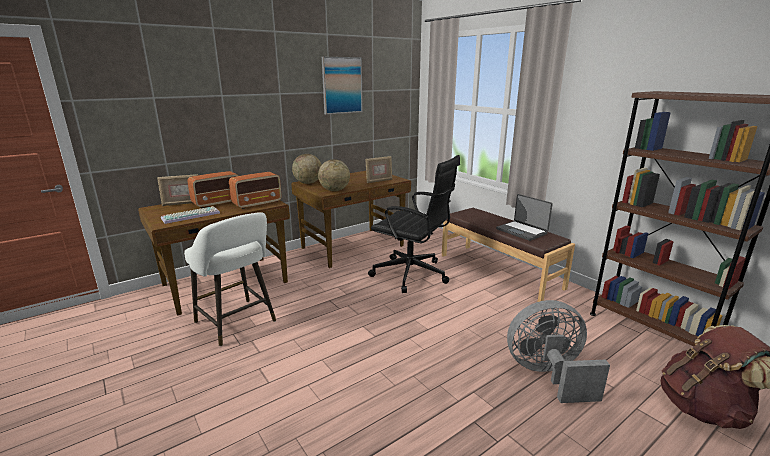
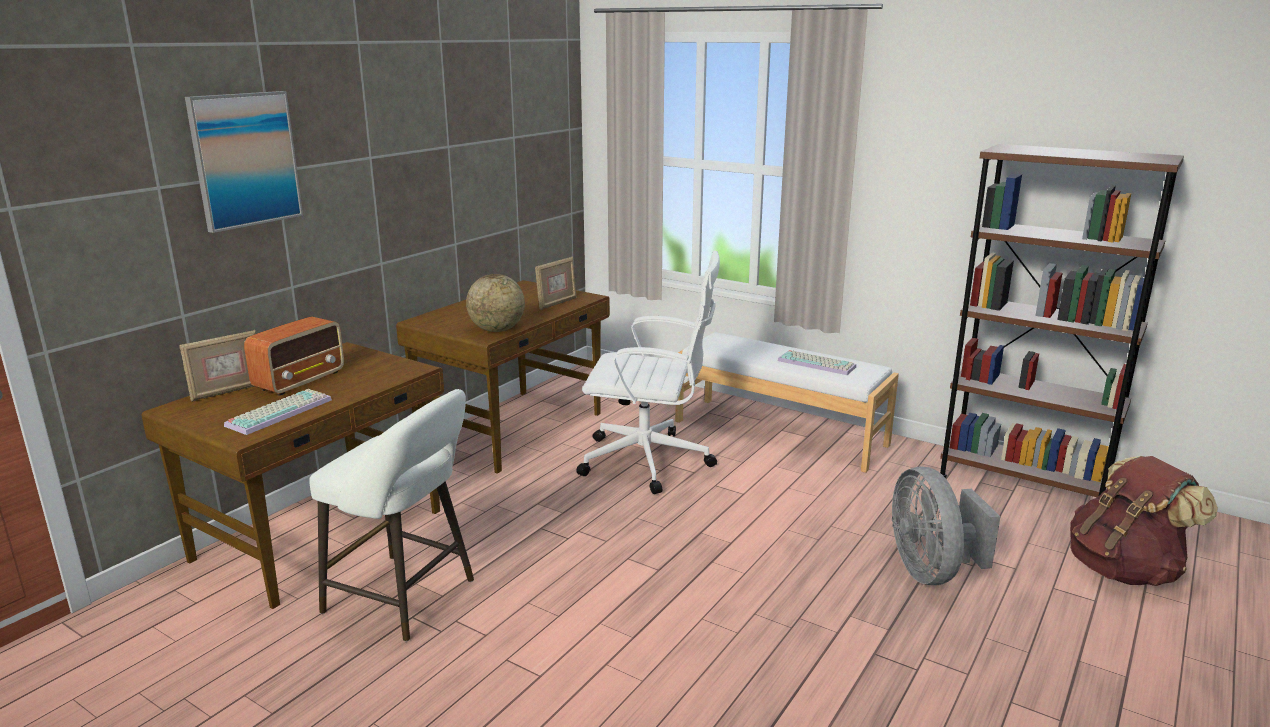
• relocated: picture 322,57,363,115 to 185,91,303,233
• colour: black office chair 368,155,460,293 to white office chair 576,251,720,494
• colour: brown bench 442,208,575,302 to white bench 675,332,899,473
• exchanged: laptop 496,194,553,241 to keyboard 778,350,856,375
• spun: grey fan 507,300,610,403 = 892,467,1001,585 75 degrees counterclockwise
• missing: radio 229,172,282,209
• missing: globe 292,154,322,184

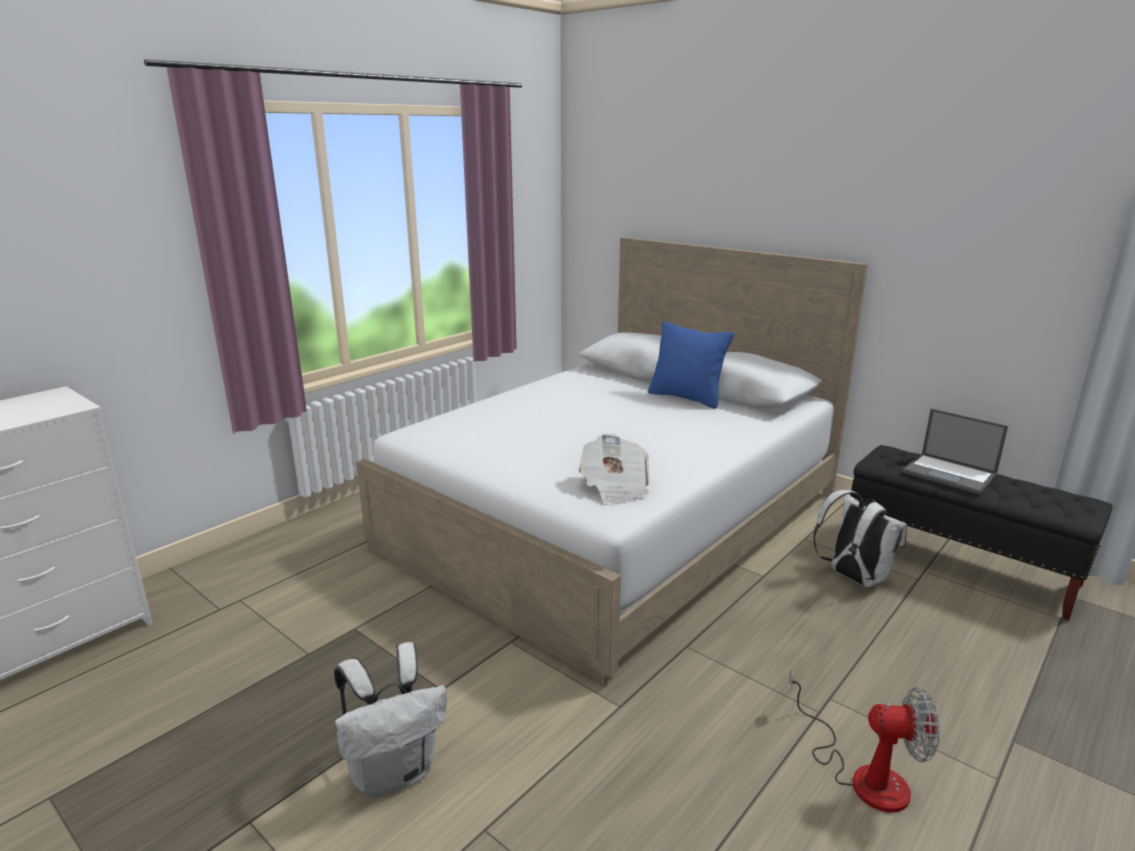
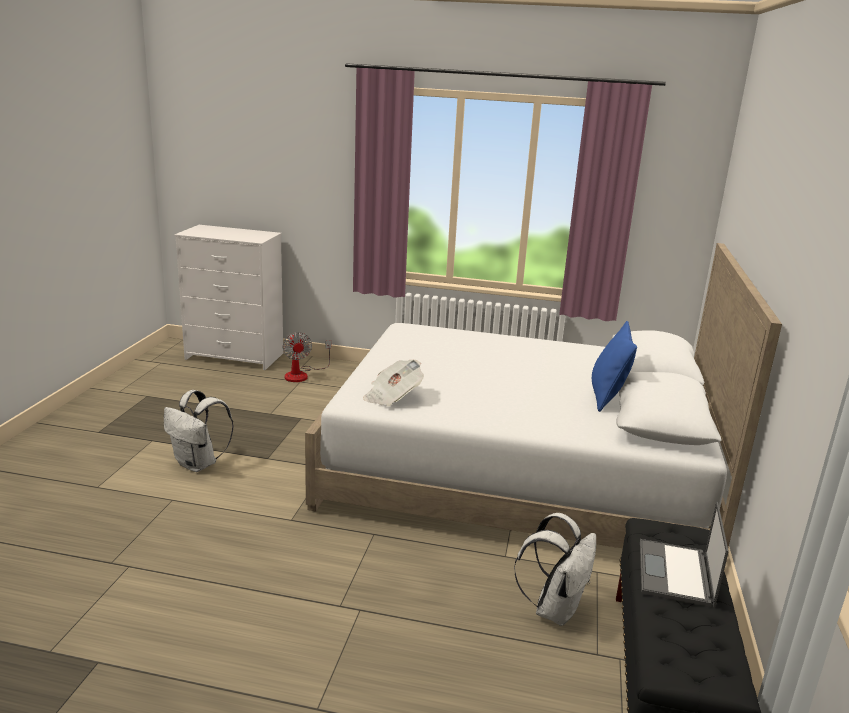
• relocated: fan 789,668,940,812 to 283,332,331,382

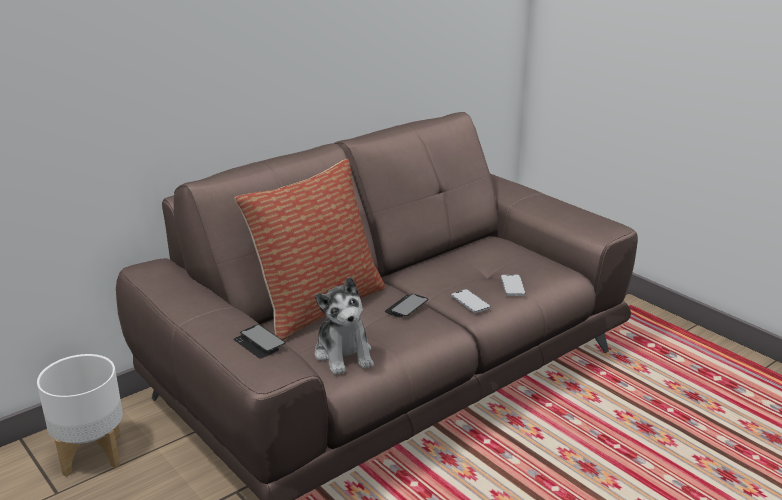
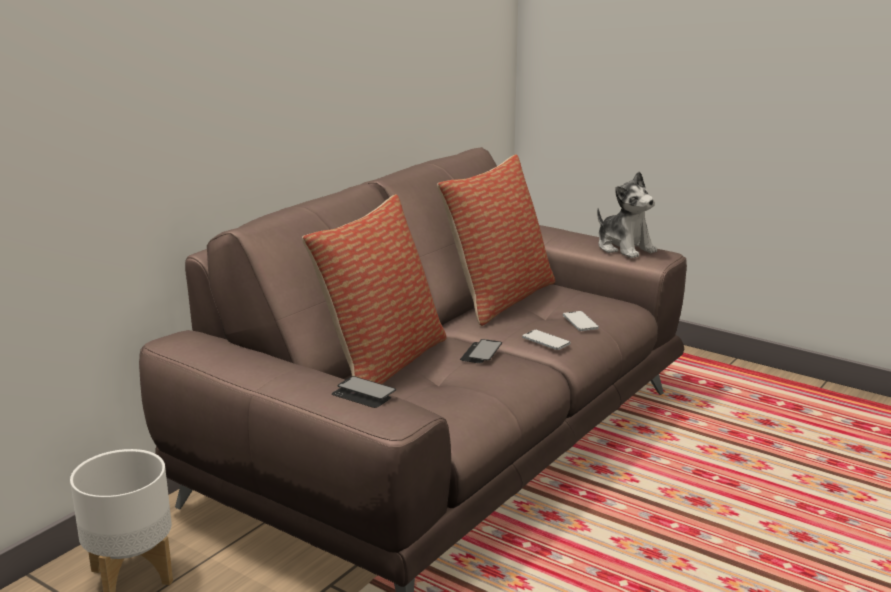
• appeared: pillow 437,154,555,326
• relocated: plush toy 315,277,374,375 to 597,171,657,258

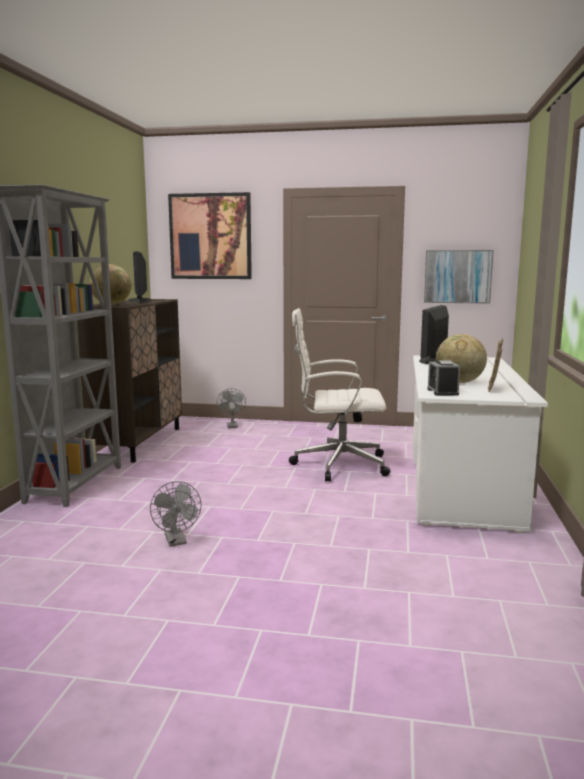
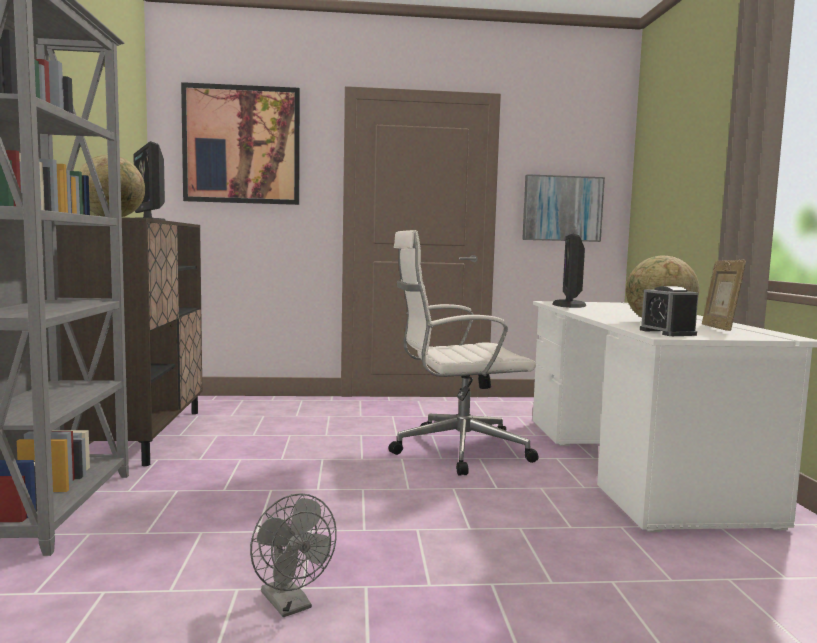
• missing: grey fan 216,388,246,428

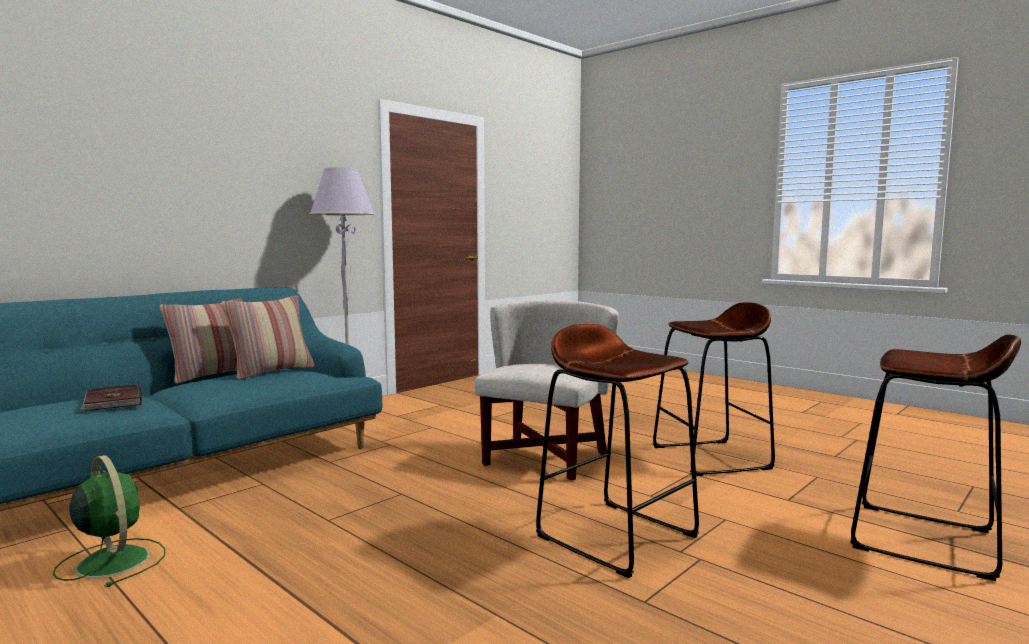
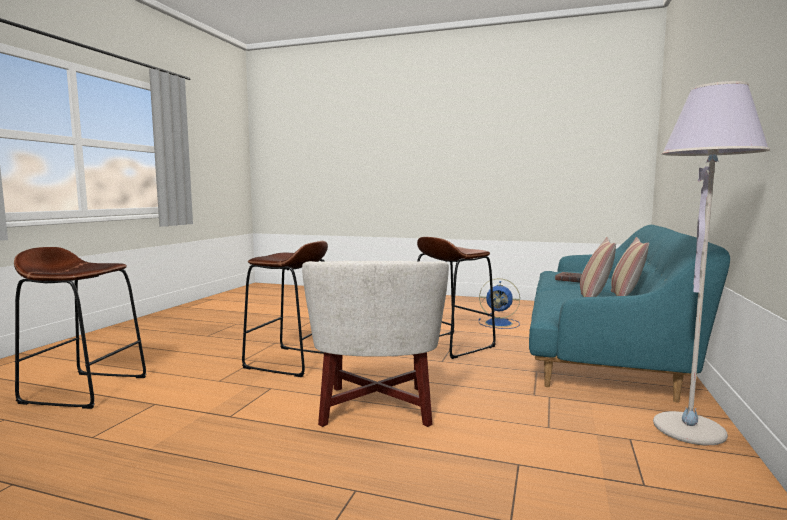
• relocated: brown stool 653,302,775,476 to 417,237,496,359
• colour: green fan 53,455,165,587 to blue fan 479,278,520,329

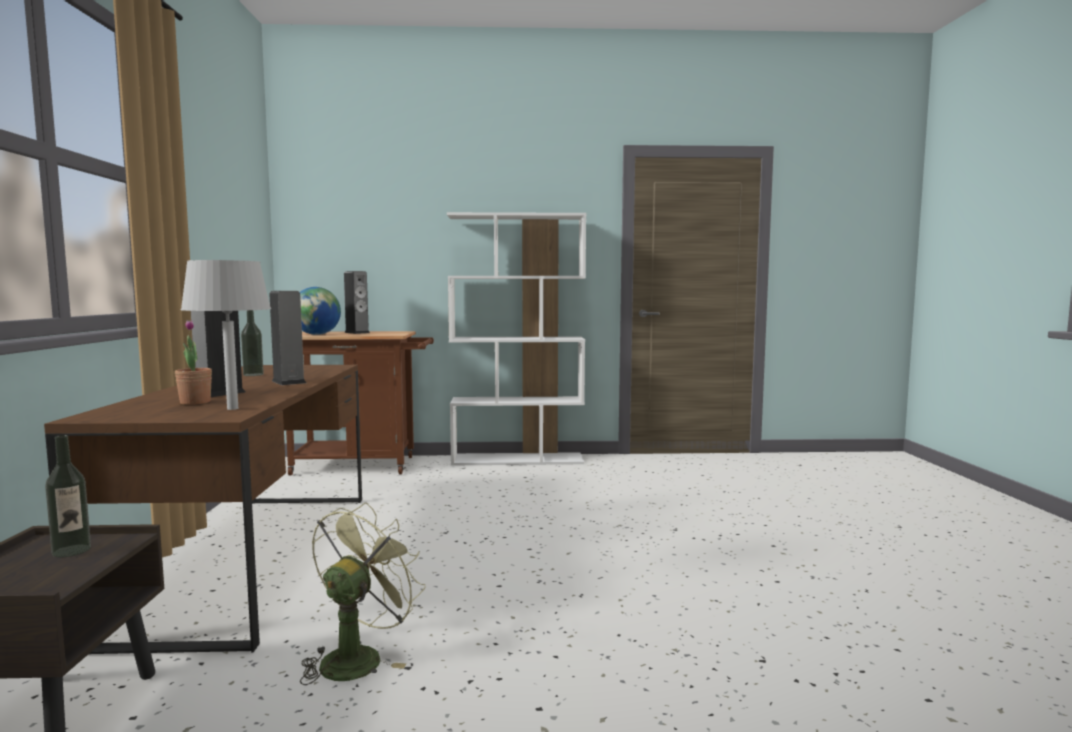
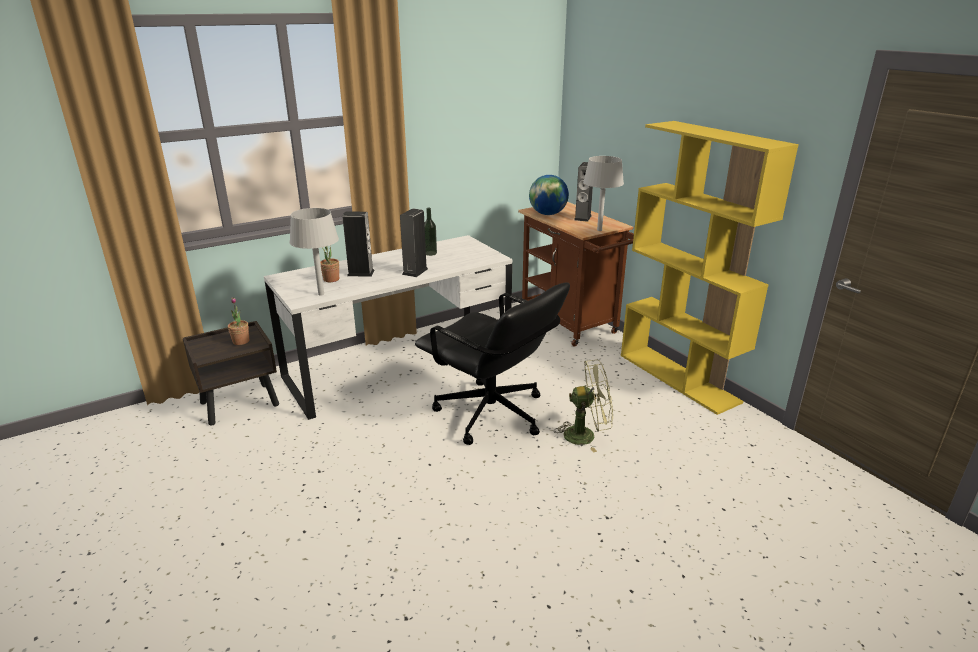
• exchanged: bottle 45,435,91,557 to potted plant 228,298,249,345
• colour: brown desk 44,365,362,654 to white desk 264,235,512,420
• appeared: black office chair 415,283,570,445
• relocated: green fan 300,502,426,685 to 554,360,613,452
• appeared: grey table lamp 583,156,624,231
• colour: white bookcase 447,212,586,466 to yellow bookcase 621,121,799,415

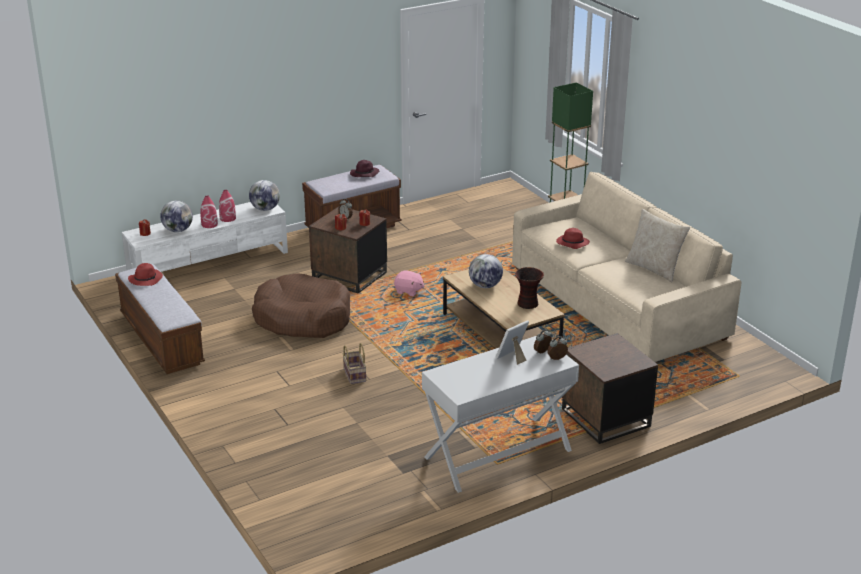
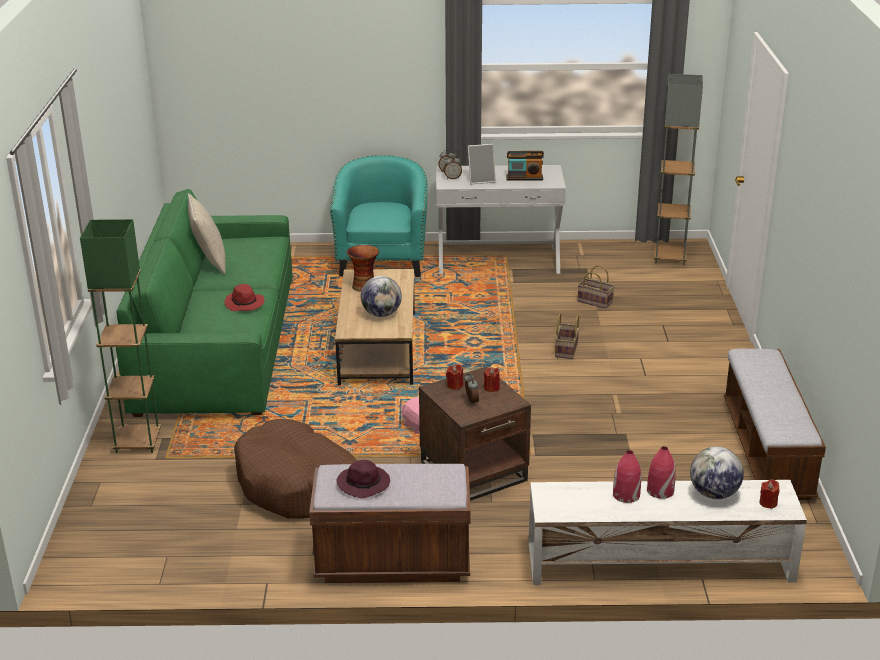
• colour: beige sofa 512,172,741,362 to green sofa 116,189,293,417
• relocated: brown dog bed 252,273,350,338 to 234,419,357,519
• exchanged: brown side table 562,333,658,444 to turquoise armchair 330,155,427,277
• appeared: radio 506,151,544,181
• appeared: basket 577,265,615,309
• appeared: grey floor lamp 654,74,703,265
• missing: red hat 128,263,163,286
• missing: globe 249,180,280,211

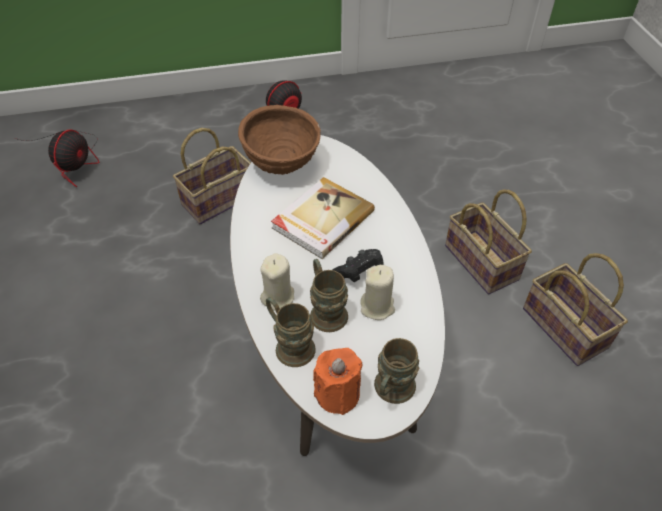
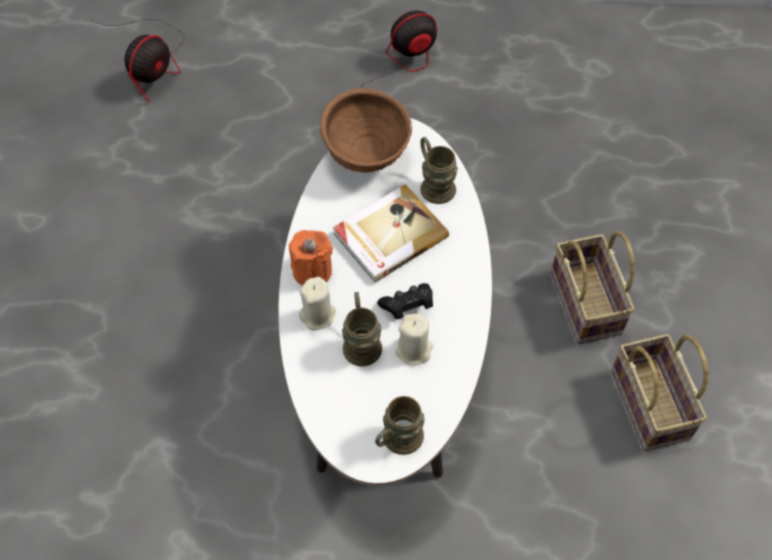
• relocated: orange candle 313,348,362,415 to 289,230,333,285
• relocated: brown mug 266,297,316,367 to 420,137,458,204
• missing: basket 173,128,251,224

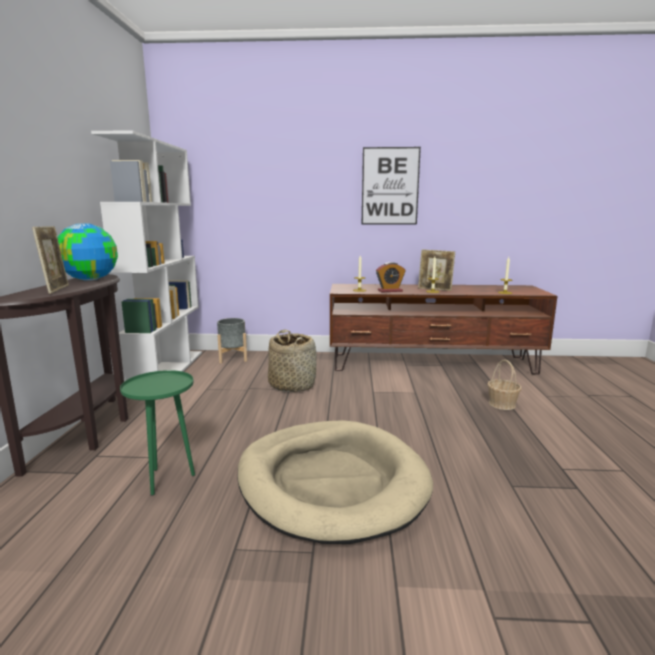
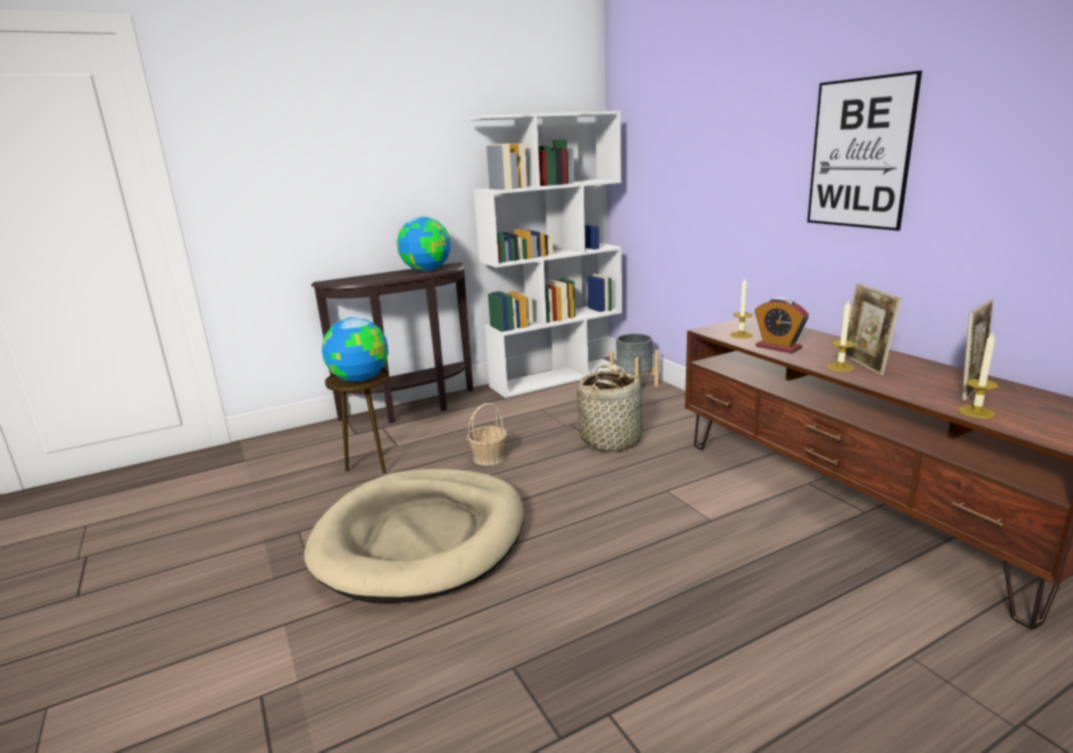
• appeared: globe 321,317,389,382
• colour: green side table 120,370,195,496 to brown side table 325,368,389,473
• relocated: basket 487,359,522,410 to 467,403,508,466
• relocated: picture frame 32,226,69,294 to 962,299,994,401

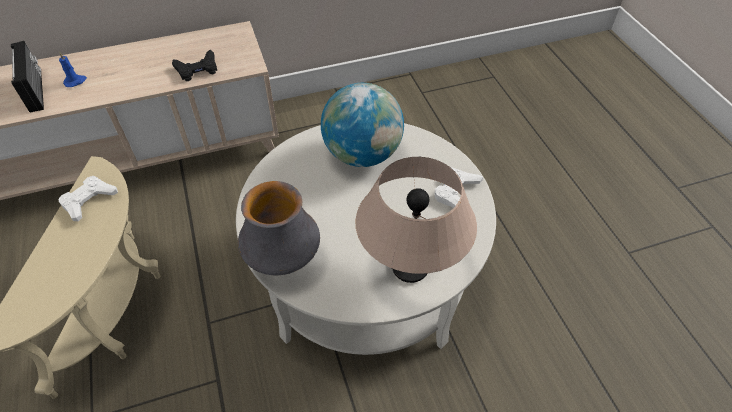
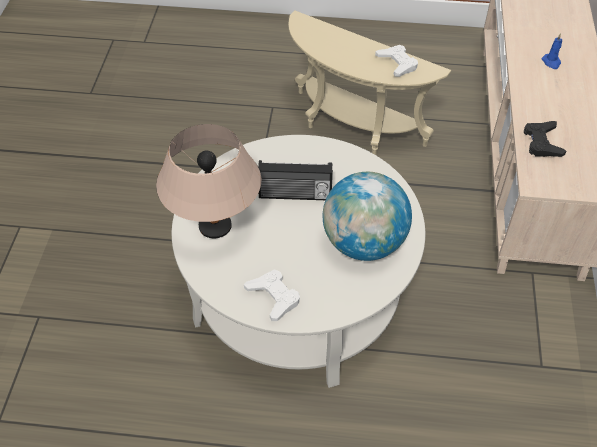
• relocated: radio 11,41,44,113 to 258,160,333,200
• missing: vase 238,181,320,275

